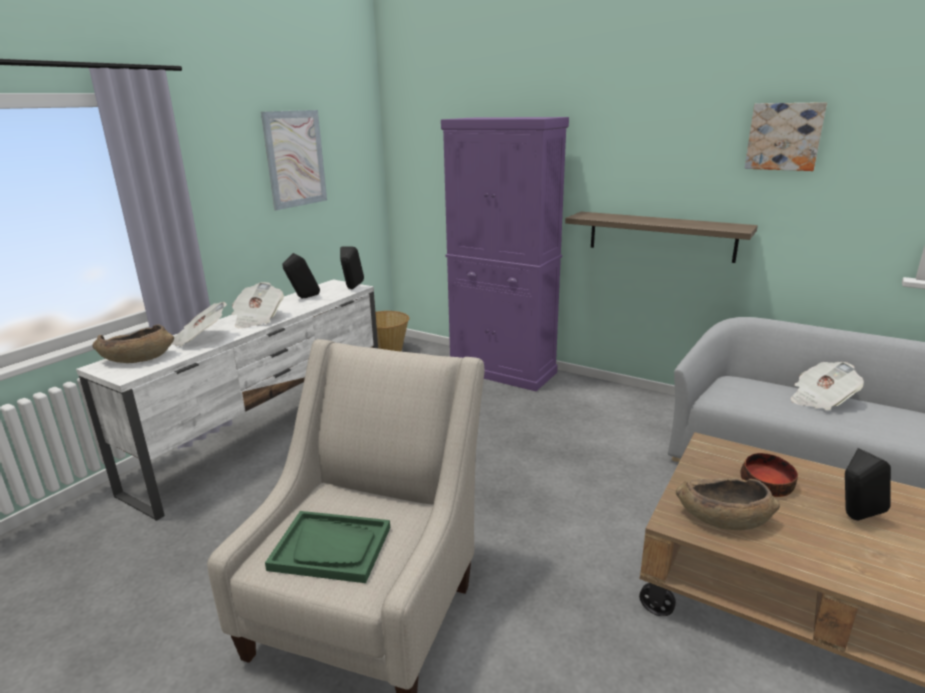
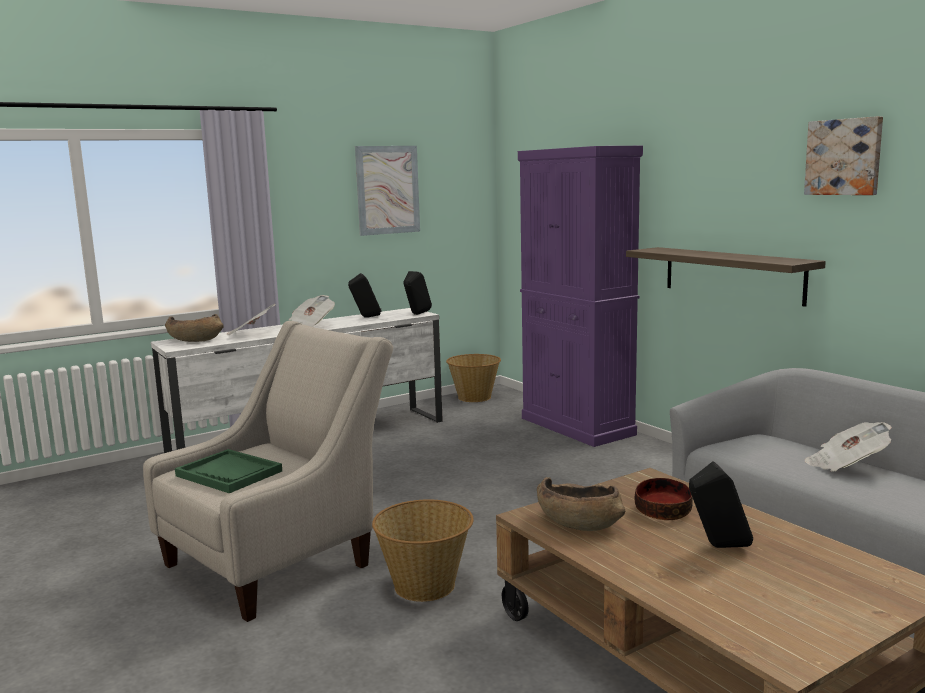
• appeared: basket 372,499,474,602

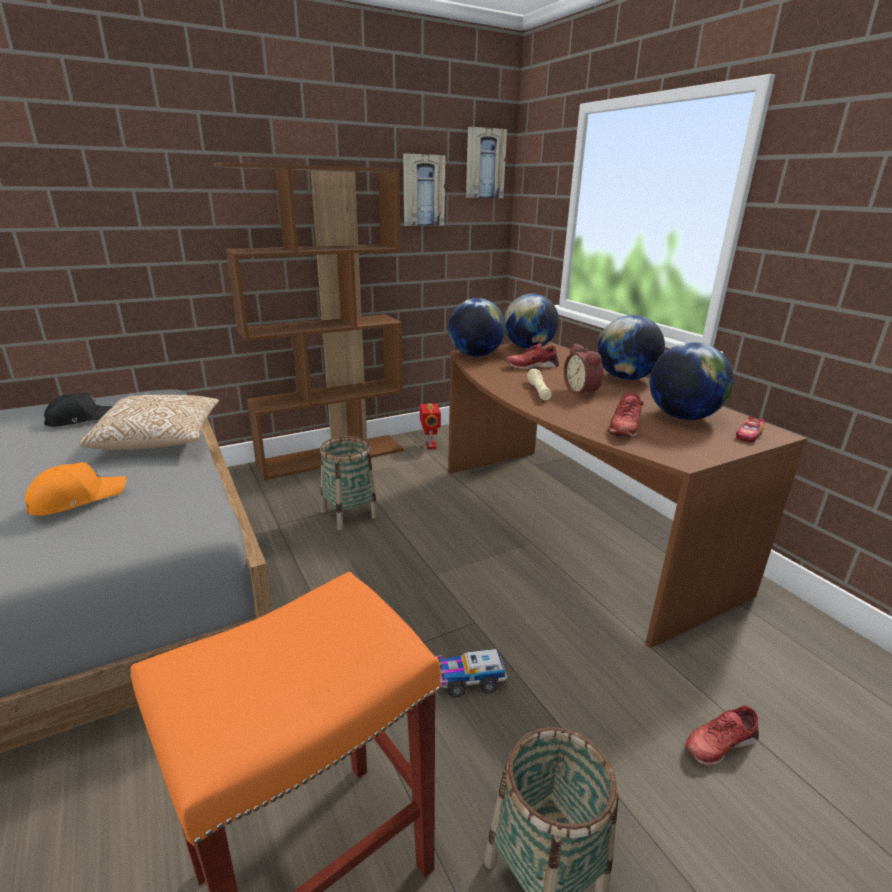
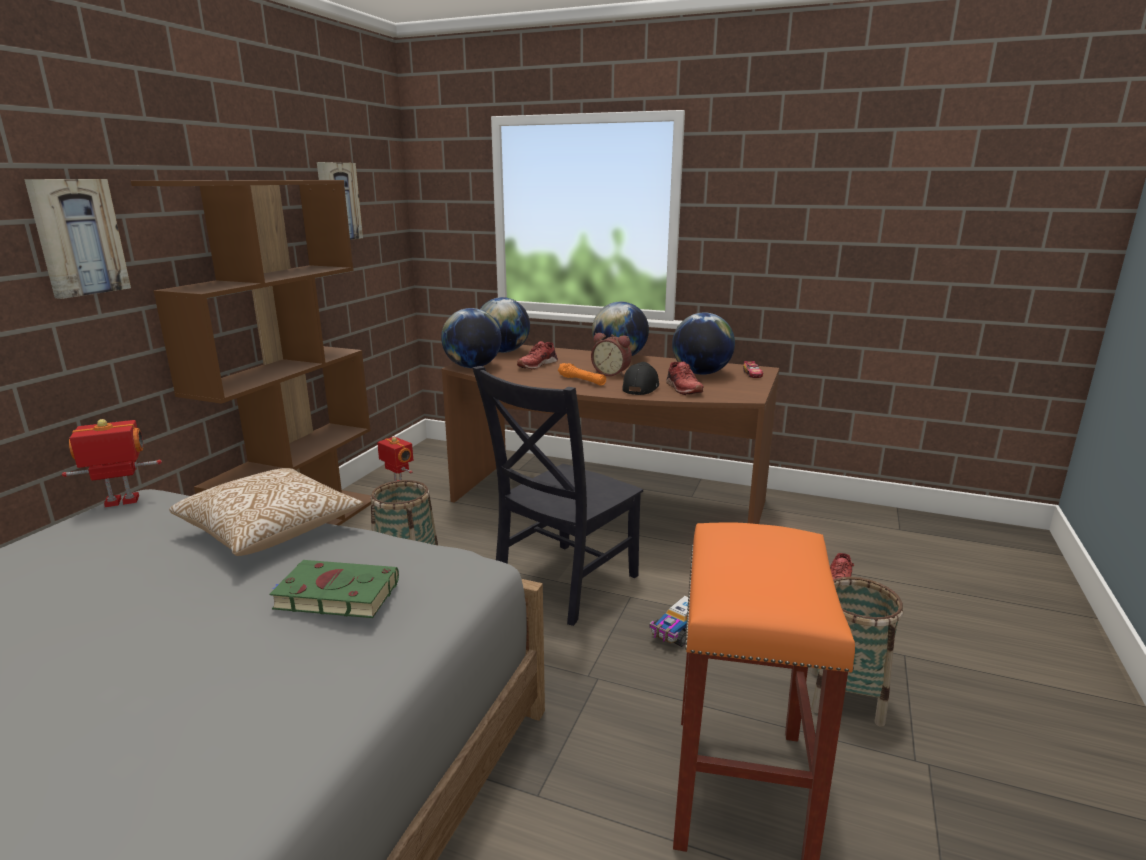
• relocated: picture 466,127,507,198 to 24,179,131,299
• appeared: toy robot 62,419,162,507
• exchanged: orange cap 25,462,126,516 to green book 269,560,399,618
• appeared: black chair 472,366,643,626
• colour: beige flashlight 527,369,551,400 to orange flashlight 558,363,606,386
• relocated: black cap 44,393,112,427 to 622,362,659,395

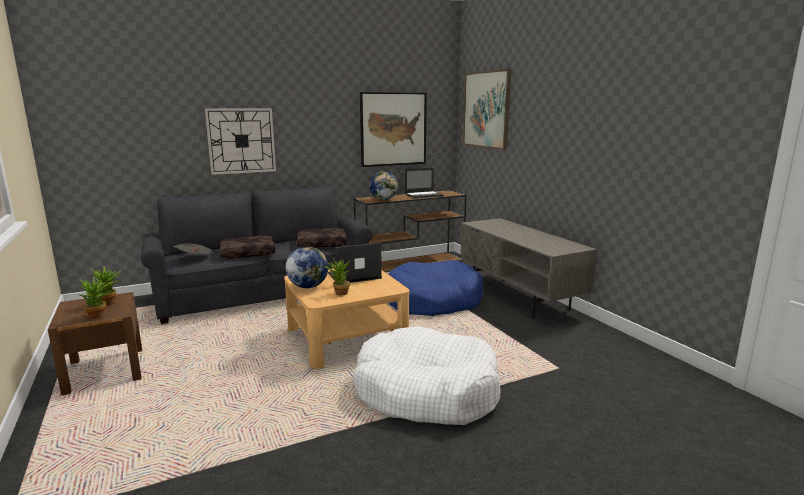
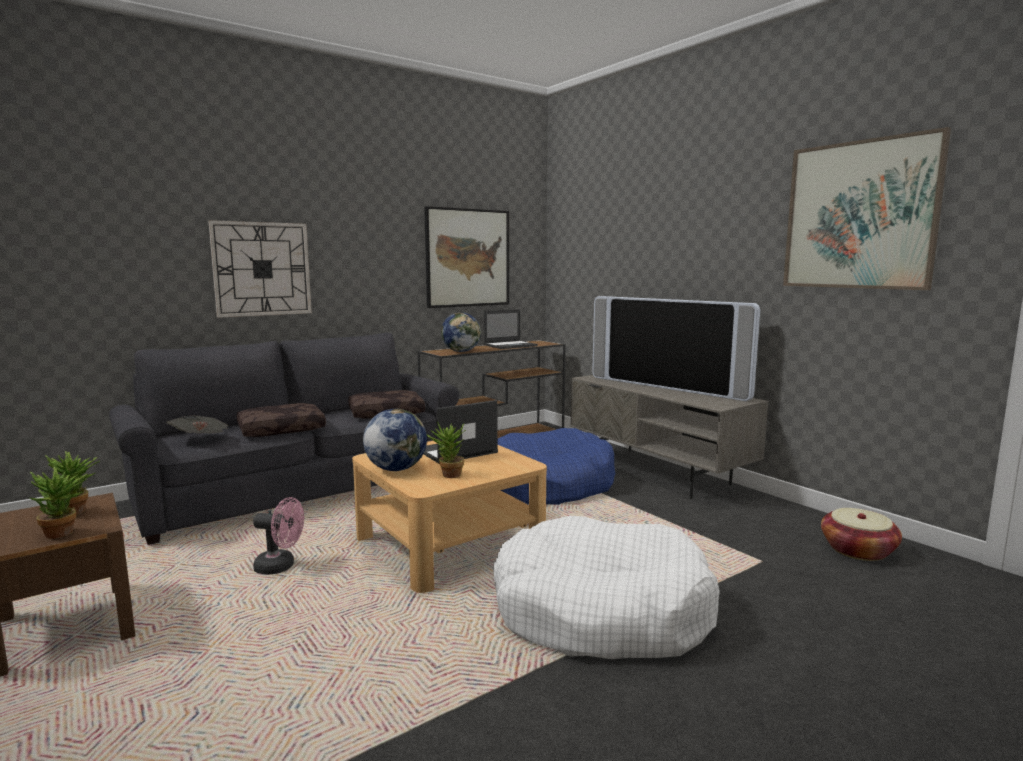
• appeared: pink fan 253,497,304,574
• appeared: television 592,296,760,401
• relocated: picture 462,69,511,150 to 783,127,951,290
• appeared: basket 821,508,902,561

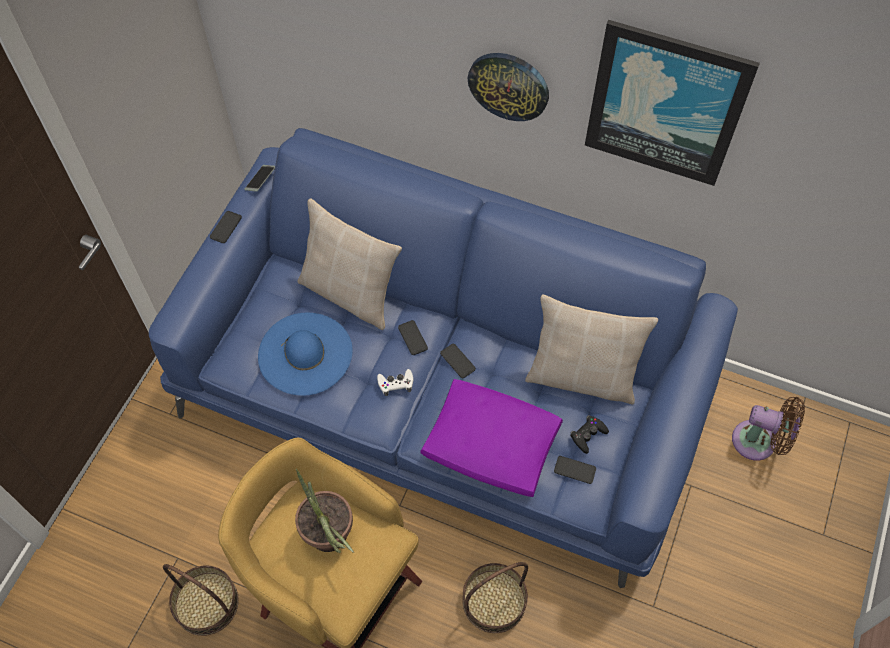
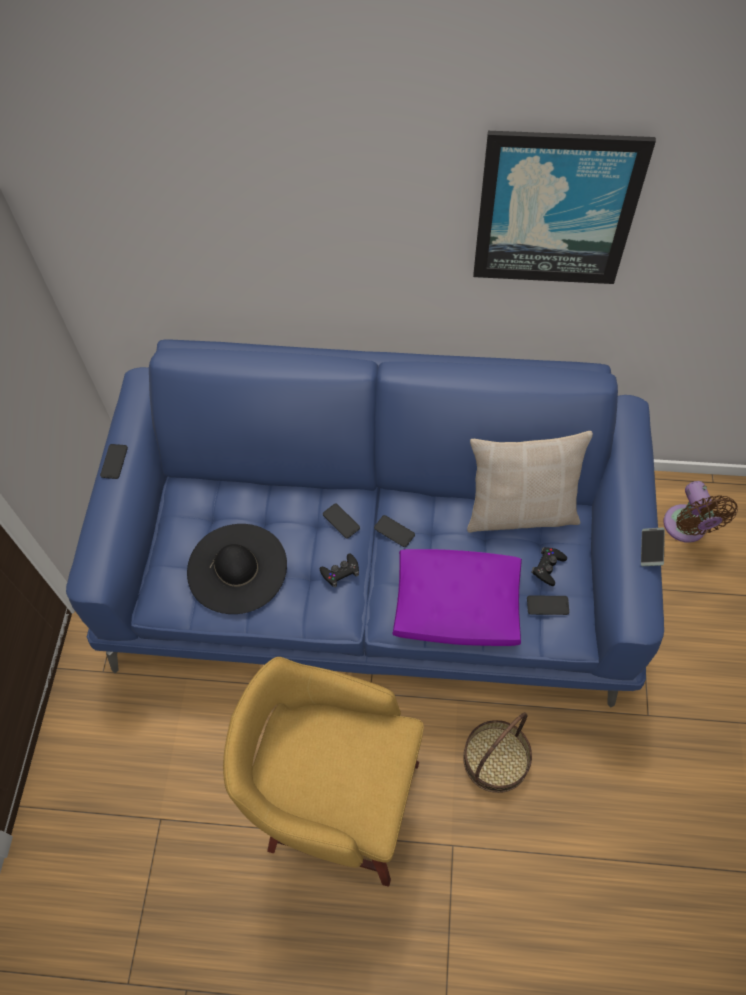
• colour: blue hat 258,313,353,396 to black hat 187,524,287,614
• colour: white game controller 377,369,413,396 to black game controller 320,553,359,587
• relocated: phone 244,165,275,192 to 641,527,665,566
• spun: brown fan 732,397,805,461 = 664,481,738,543 75 degrees clockwise
• missing: basket 163,564,239,636
• missing: potted plant 295,469,354,553
• missing: beige pillow 297,199,402,330
• missing: wall clock 468,53,549,121

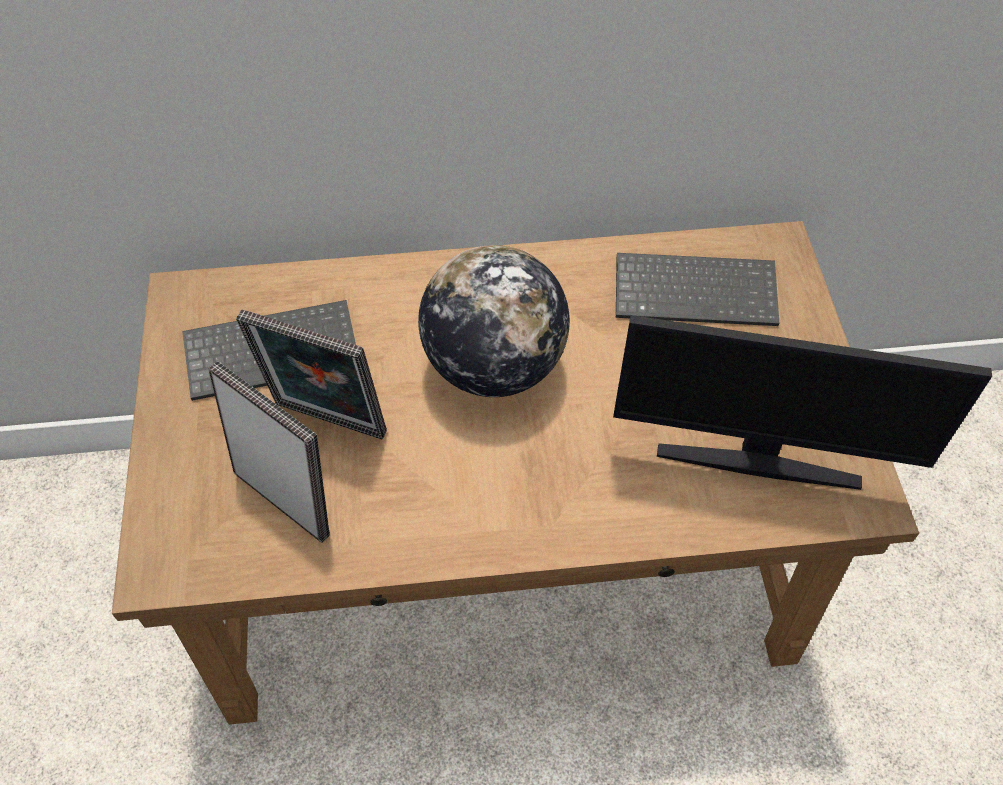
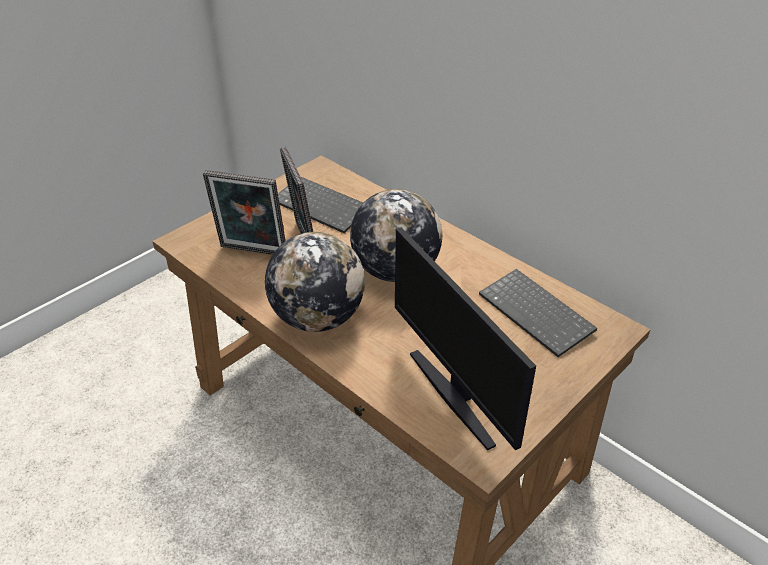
• spun: picture frame 209,361,330,543 = 203,170,286,255 105 degrees clockwise
• appeared: globe 265,232,365,332

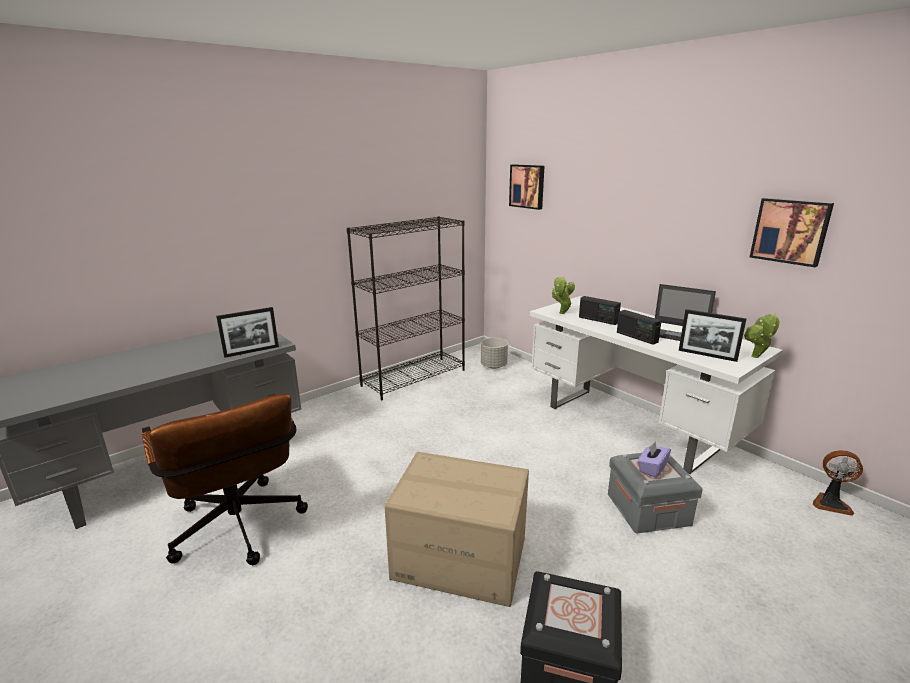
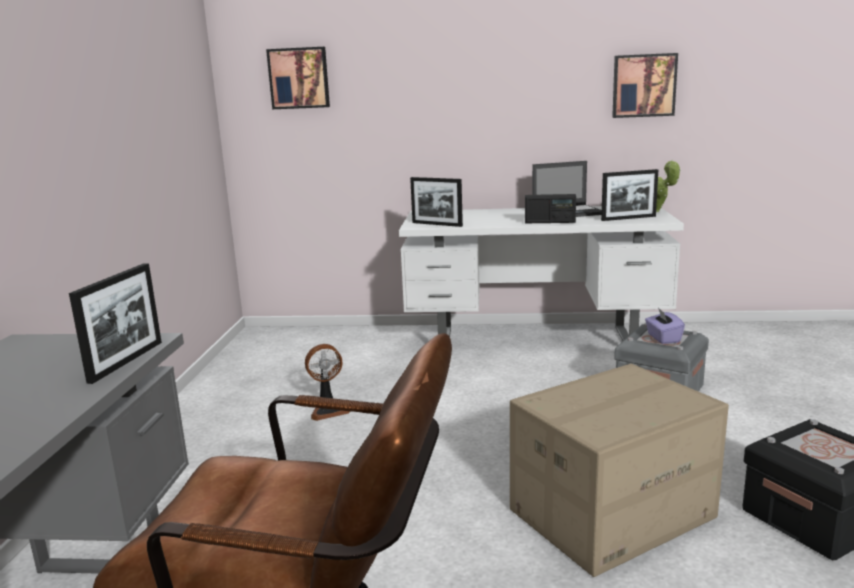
• relocated: fan 813,450,863,516 to 305,344,350,421
• exchanged: potted plant 552,277,575,314 to picture frame 410,177,463,227
• missing: black bookcase 347,216,465,401
• missing: grey planter 481,338,508,369
• missing: radio 579,296,621,325

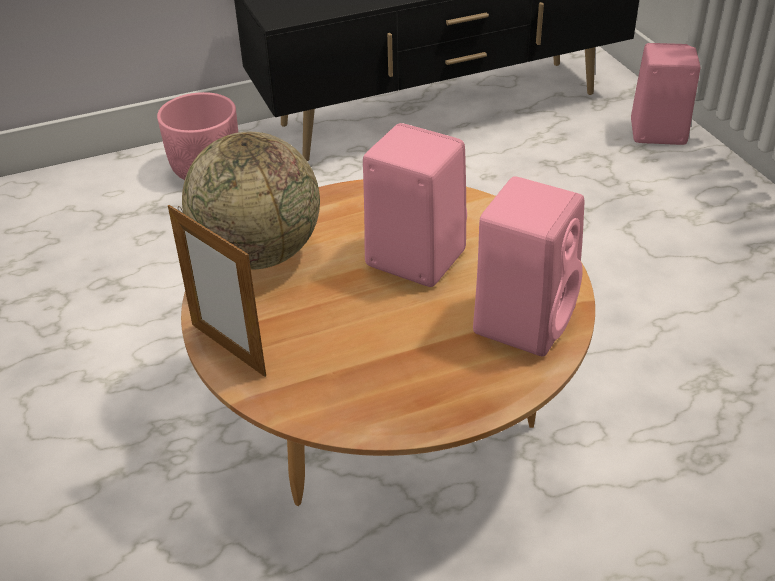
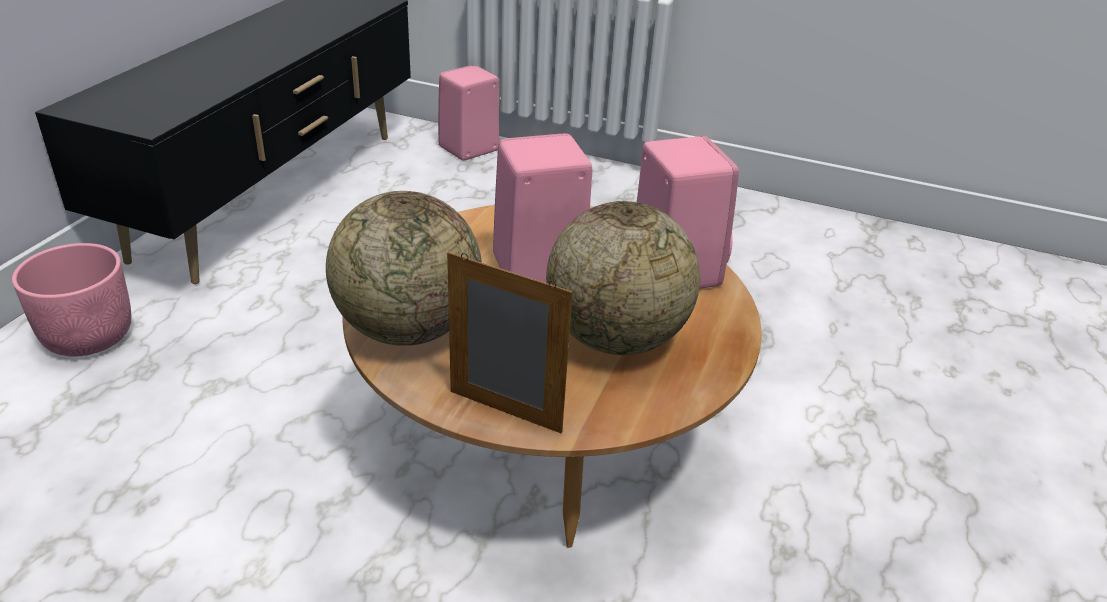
• spun: picture frame 168,205,266,377 = 447,252,573,433 150 degrees counterclockwise
• appeared: globe 546,201,700,355

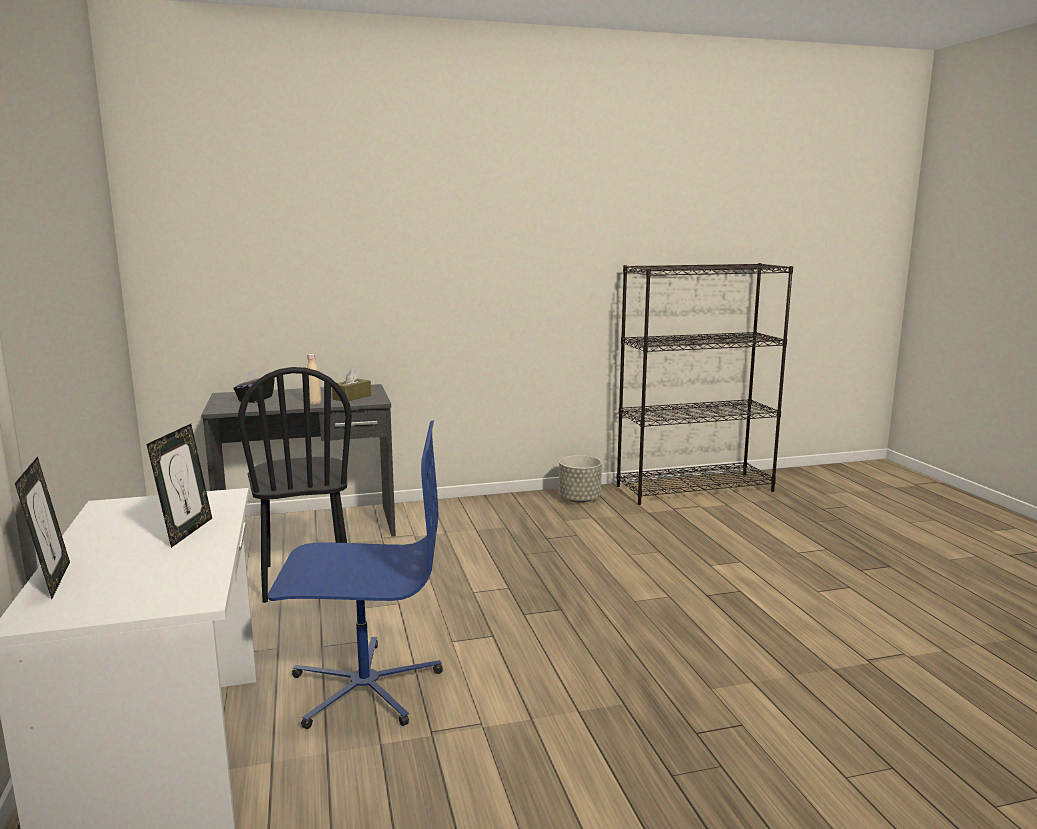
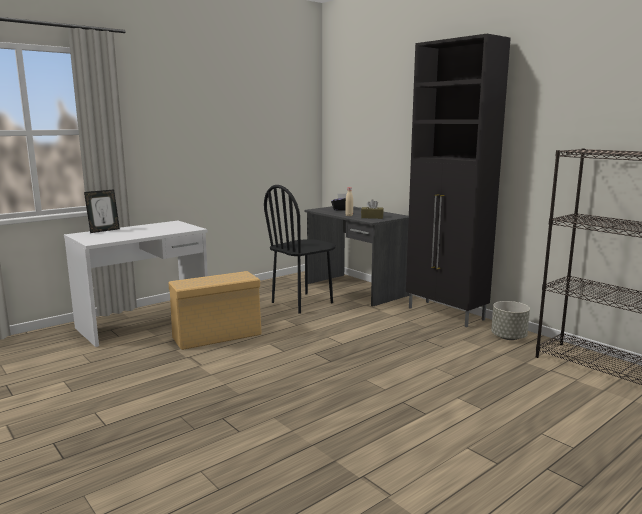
• exchanged: blue office chair 268,421,443,729 to beige storage box 168,271,262,350
• appeared: black cabinet 406,34,511,327
• missing: picture frame 147,424,212,548

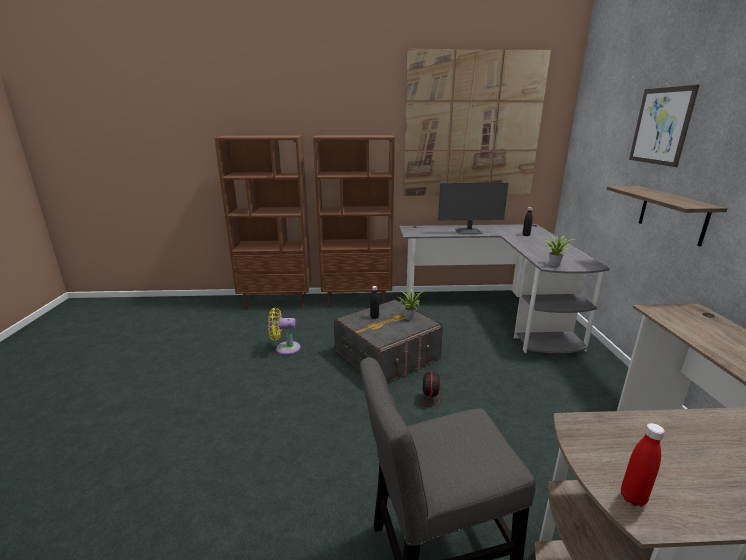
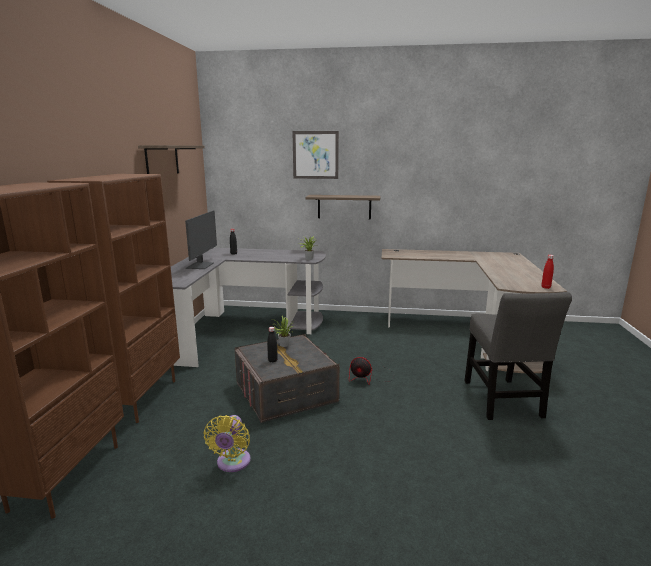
• exchanged: picture 403,49,551,196 to shelf 138,145,205,174

